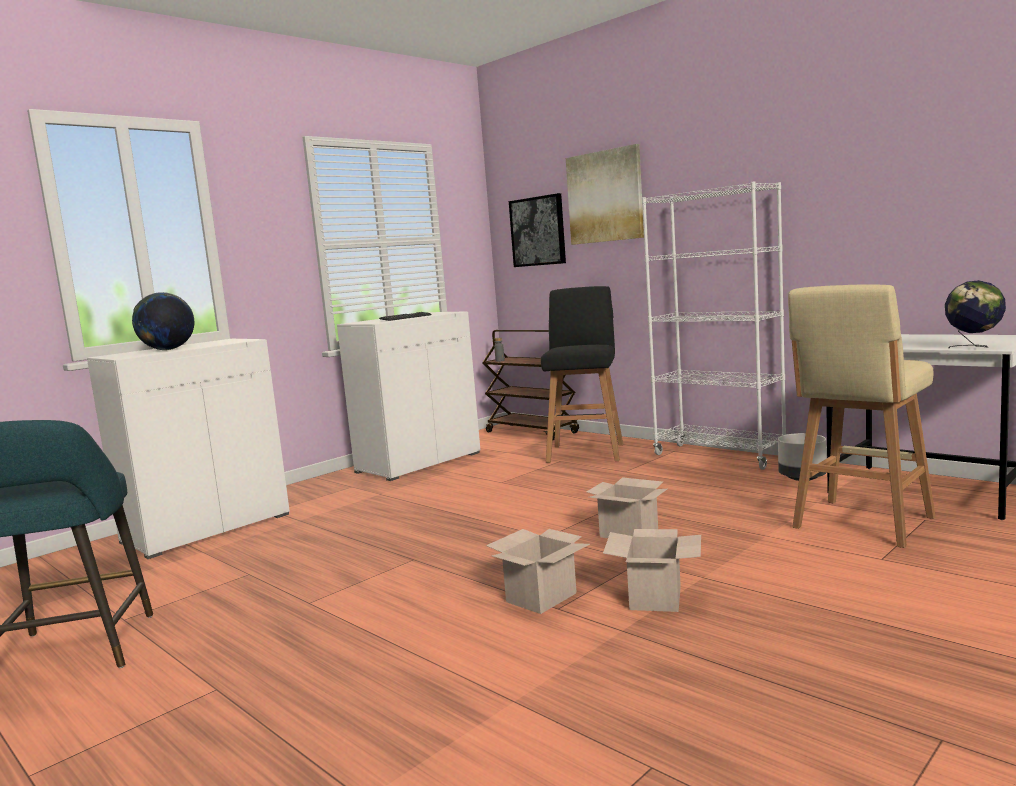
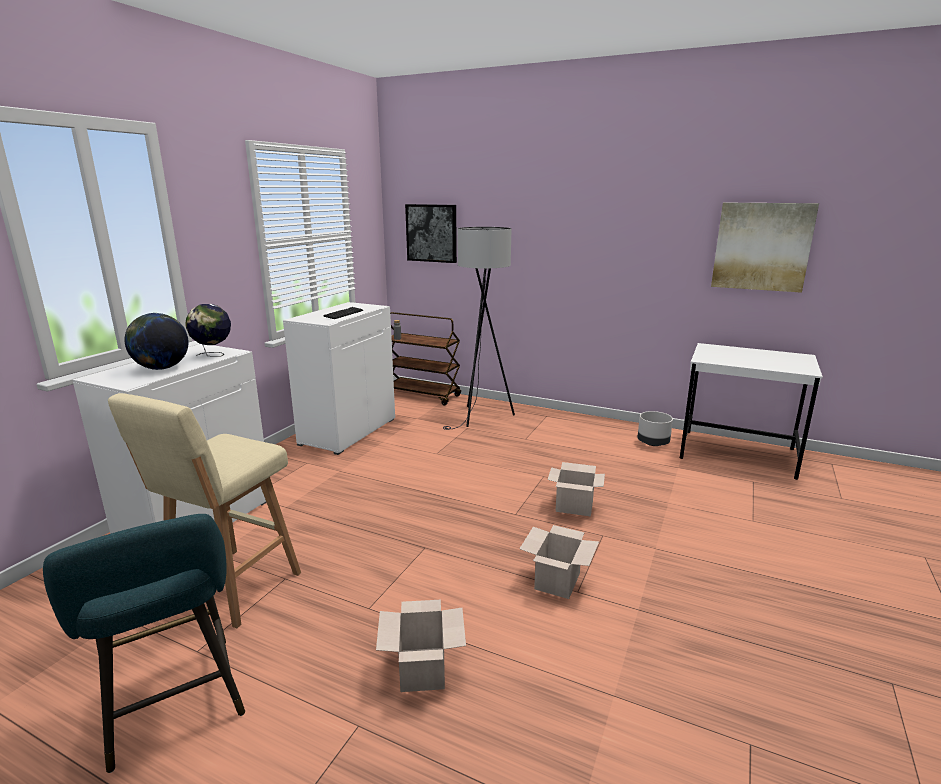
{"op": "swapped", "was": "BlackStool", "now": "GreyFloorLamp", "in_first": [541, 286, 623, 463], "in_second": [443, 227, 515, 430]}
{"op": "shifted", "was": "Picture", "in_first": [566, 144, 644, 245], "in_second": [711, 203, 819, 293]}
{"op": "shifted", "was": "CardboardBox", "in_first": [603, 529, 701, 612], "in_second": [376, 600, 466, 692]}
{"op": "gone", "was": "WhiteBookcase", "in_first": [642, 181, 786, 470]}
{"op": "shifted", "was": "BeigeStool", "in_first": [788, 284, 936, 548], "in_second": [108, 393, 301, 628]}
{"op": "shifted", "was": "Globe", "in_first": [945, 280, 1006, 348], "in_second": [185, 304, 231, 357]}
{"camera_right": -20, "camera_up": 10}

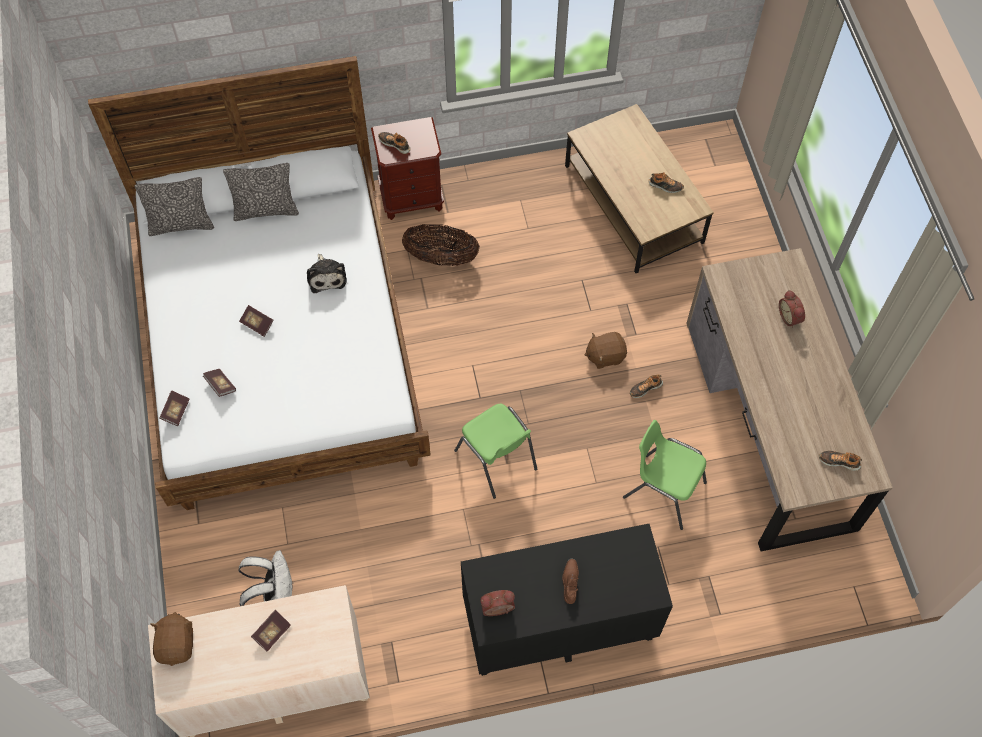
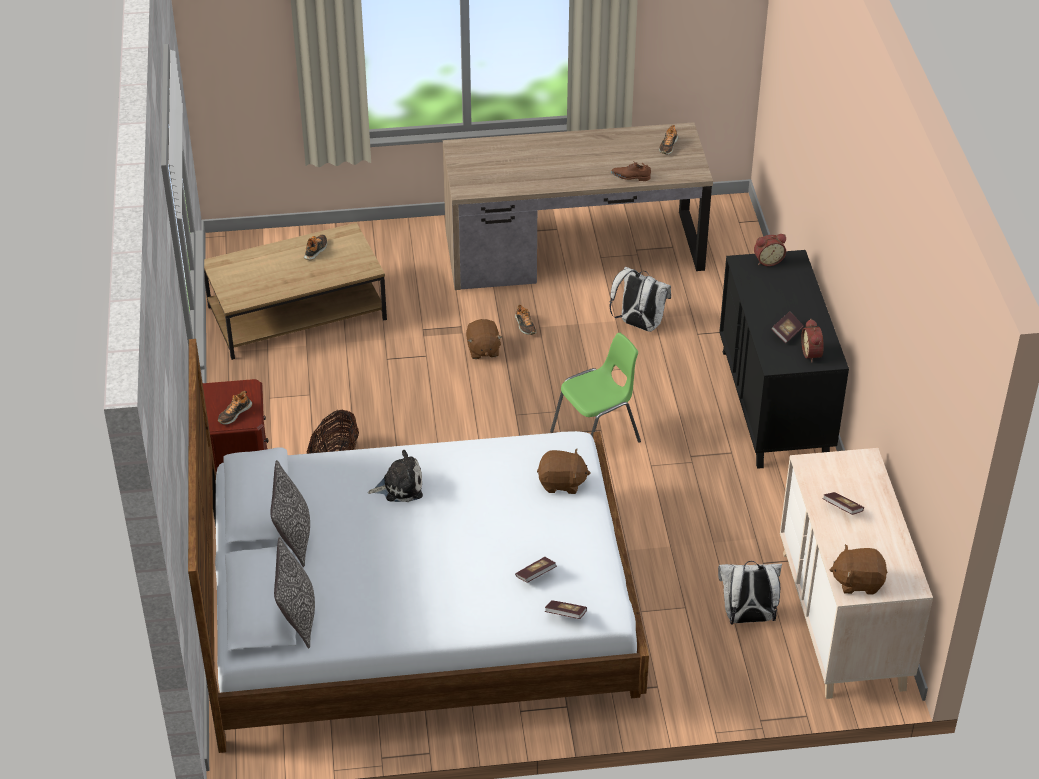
{"op": "shifted", "was": "Book", "in_first": [239, 305, 274, 337], "in_second": [771, 311, 804, 343]}
{"op": "shifted", "was": "BrownShoe", "in_first": [562, 559, 579, 604], "in_second": [611, 161, 651, 181]}
{"op": "swapped", "was": "GreenChair", "now": "WhiteBackpack", "in_first": [623, 420, 707, 530], "in_second": [609, 267, 671, 332]}
{"op": "shifted", "was": "AlarmClock", "in_first": [779, 290, 805, 328], "in_second": [754, 234, 786, 266]}
{"op": "new", "now": "BrownPlushToy", "in_second": [537, 449, 590, 494]}
{"camera_right": -85, "camera_up": -20}

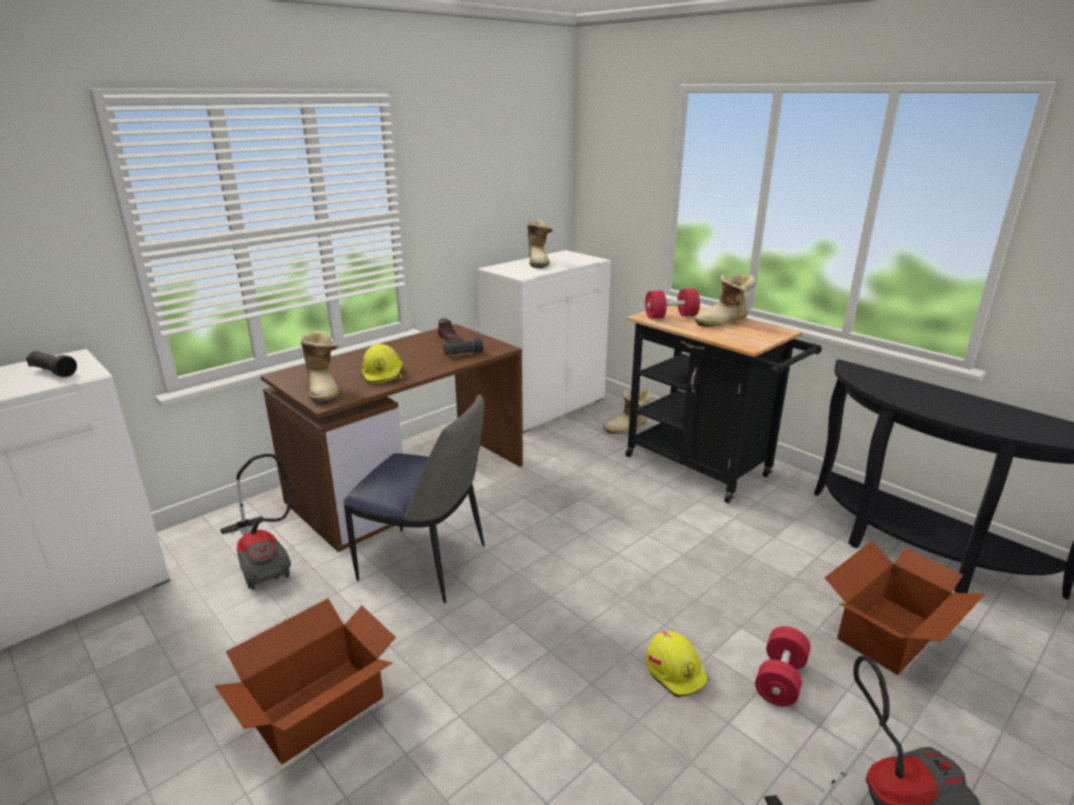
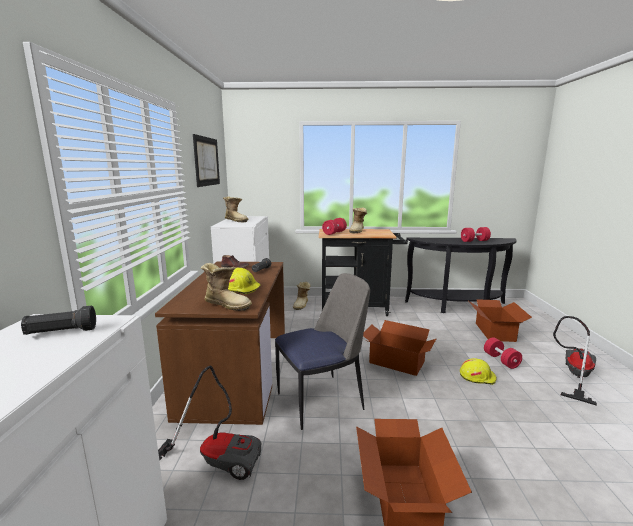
{"op": "new", "now": "Picture", "in_second": [193, 134, 220, 187]}
{"op": "new", "now": "CardboardBox", "in_second": [363, 320, 436, 376]}
{"op": "new", "now": "RedDumbbell", "in_second": [461, 227, 491, 242]}
{"camera_right": -45, "camera_up": -10}

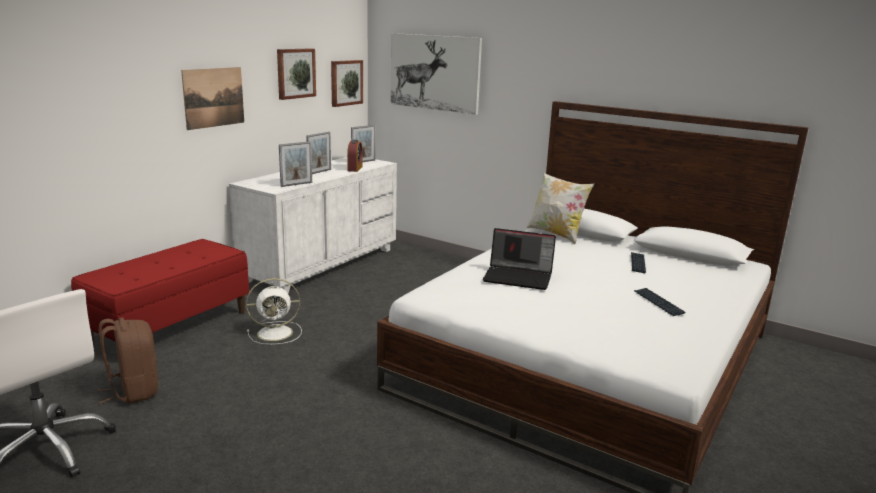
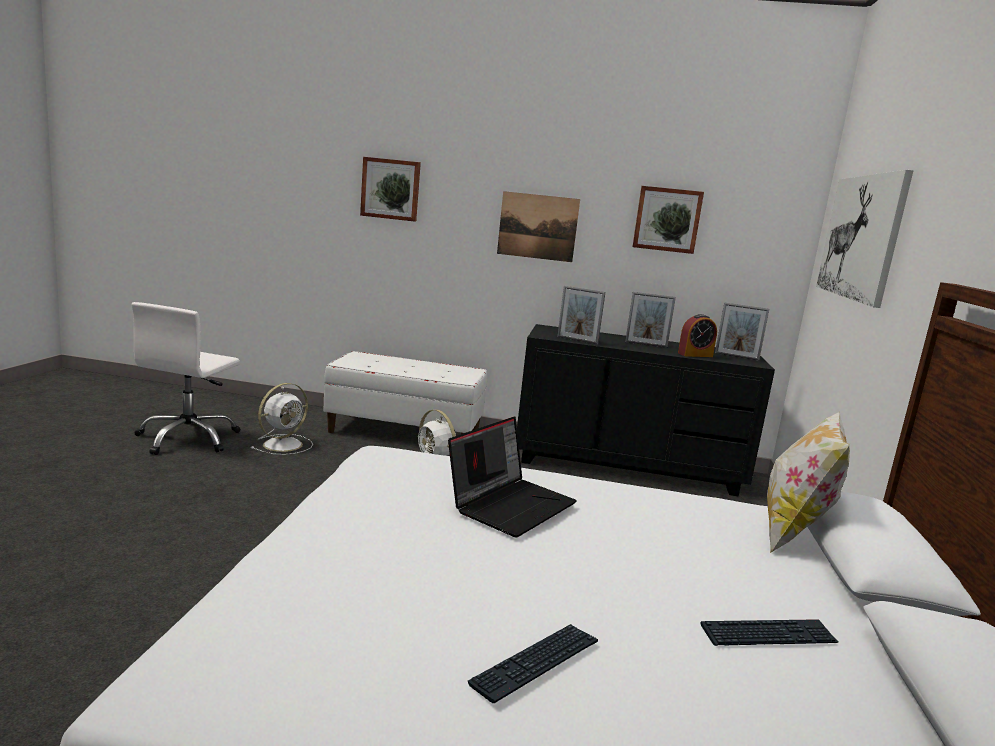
{"op": "repainted", "was": "RedBench", "now": "WhiteBench", "in_first": [71, 239, 249, 345], "in_second": [324, 351, 487, 434]}
{"op": "swapped", "was": "BrownBackpack", "now": "WhiteFan", "in_first": [97, 318, 158, 404], "in_second": [251, 383, 313, 455]}
{"op": "repainted", "was": "WhiteDresser", "now": "BlackDresser", "in_first": [229, 157, 397, 294], "in_second": [517, 324, 775, 497]}
{"op": "shifted", "was": "Picture", "in_first": [331, 60, 363, 107], "in_second": [360, 157, 421, 222]}
{"op": "rotated", "was": "Laptop", "in_first": [483, 228, 556, 290], "in_second": [448, 416, 577, 538], "clockwise": -135}
{"camera_right": 65, "camera_up": -5}

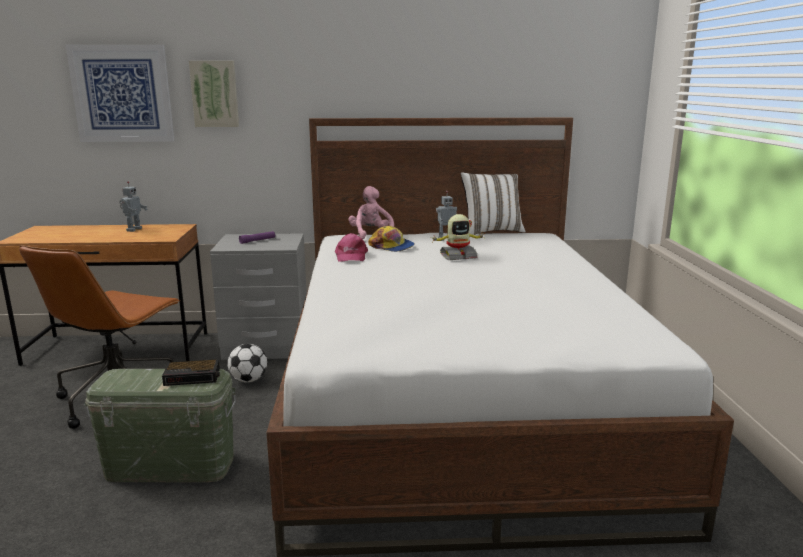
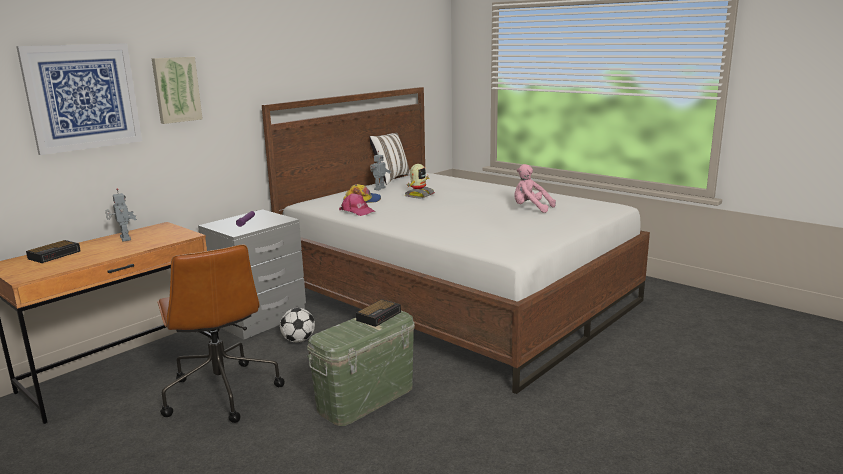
{"op": "shifted", "was": "PinkPlushToy", "in_first": [349, 186, 394, 239], "in_second": [514, 164, 556, 213]}
{"op": "new", "now": "AlarmClock", "in_second": [26, 240, 81, 263]}
{"camera_right": -45, "camera_up": 0}

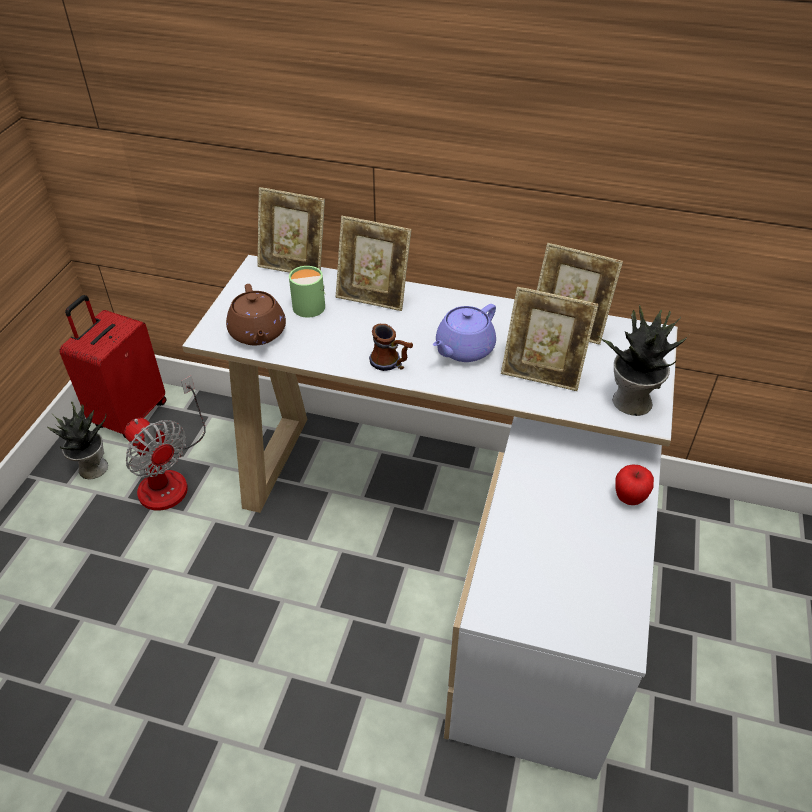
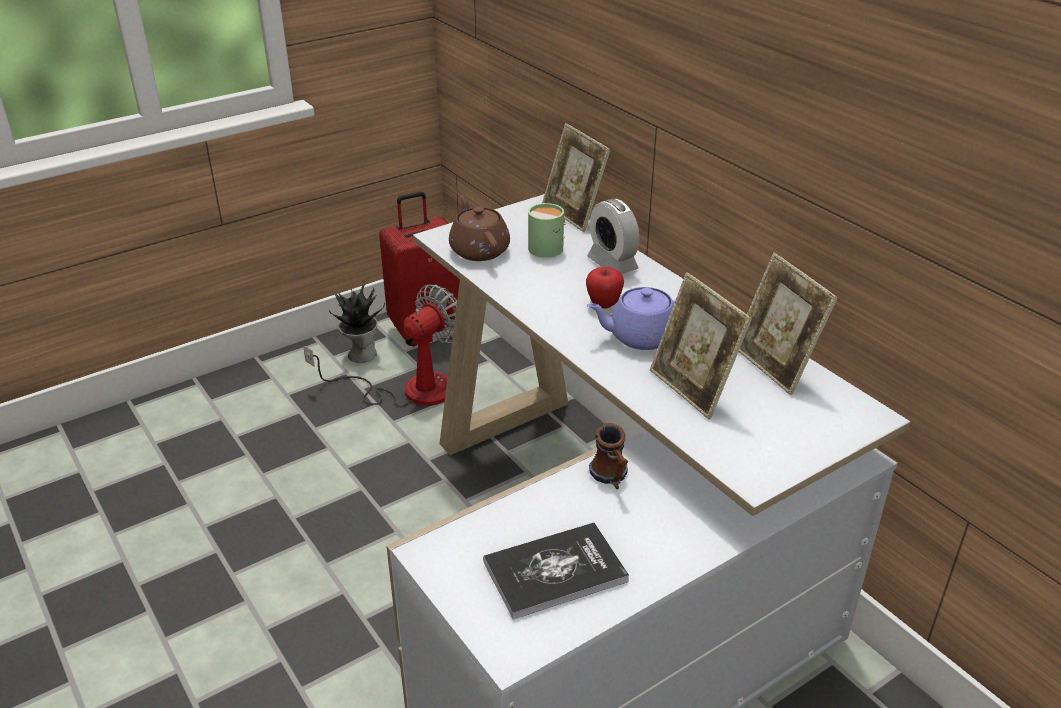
{"op": "rotated", "was": "Fan", "in_first": [124, 375, 206, 511], "in_second": [303, 284, 457, 407], "clockwise": -135}
{"op": "rotated", "was": "BrownTeapot", "in_first": [226, 284, 286, 345], "in_second": [449, 196, 510, 261], "clockwise": 135}
{"op": "swapped", "was": "PictureFrame", "now": "AlarmClock", "in_first": [336, 216, 412, 311], "in_second": [587, 199, 640, 274]}
{"op": "shifted", "was": "Mug", "in_first": [369, 324, 413, 371], "in_second": [589, 423, 628, 489]}
{"op": "gone", "was": "PottedPlant", "in_first": [599, 305, 688, 416]}
{"op": "shifted", "was": "Apple", "in_first": [615, 464, 654, 505], "in_second": [586, 267, 624, 308]}
{"op": "new", "now": "Book", "in_second": [483, 523, 629, 619]}
{"camera_right": 40, "camera_up": -10}

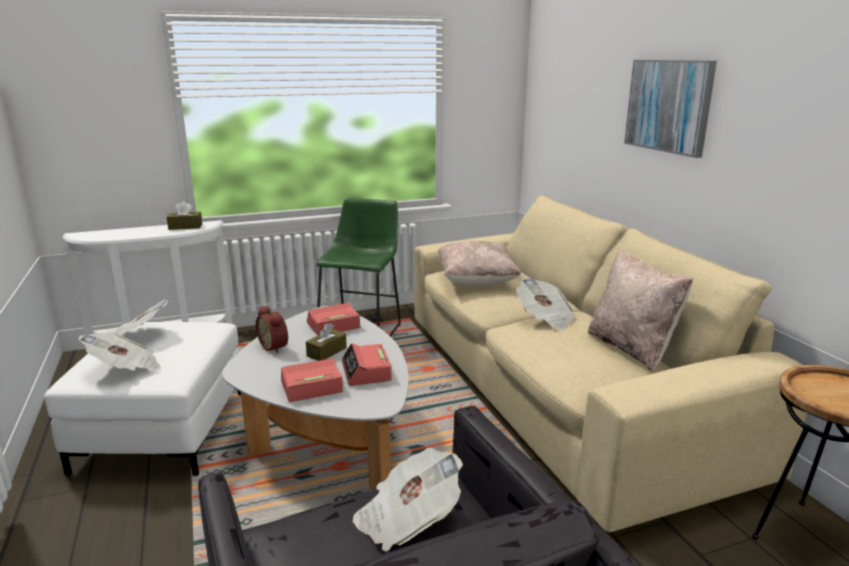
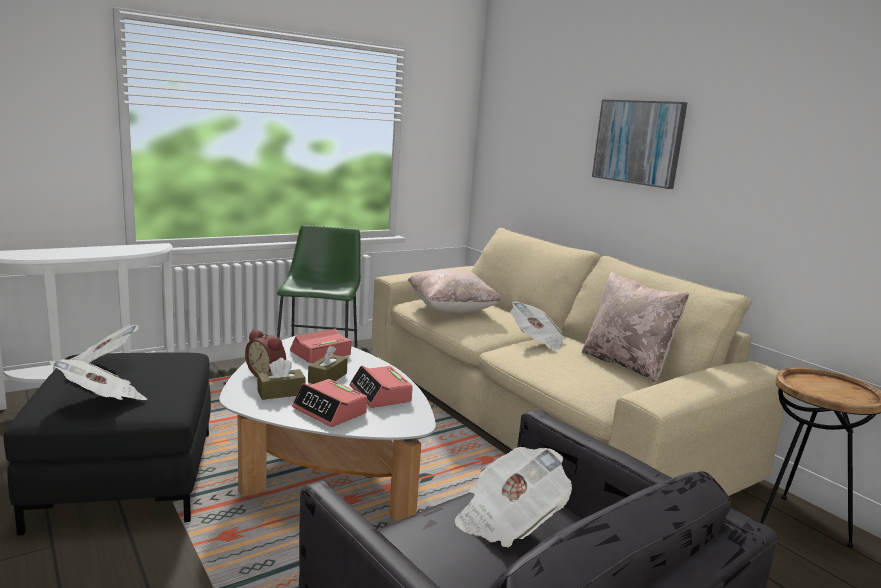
{"op": "repainted", "was": "WhiteOttoman", "now": "BlackOttoman", "in_first": [44, 322, 241, 476], "in_second": [4, 352, 211, 535]}
{"op": "shifted", "was": "BrownTissueBox", "in_first": [167, 201, 202, 230], "in_second": [257, 358, 305, 400]}
{"op": "rotated", "was": "AlarmClock", "in_first": [281, 358, 343, 402], "in_second": [292, 379, 367, 427], "clockwise": -105}
{"camera_right": -15, "camera_up": -5}

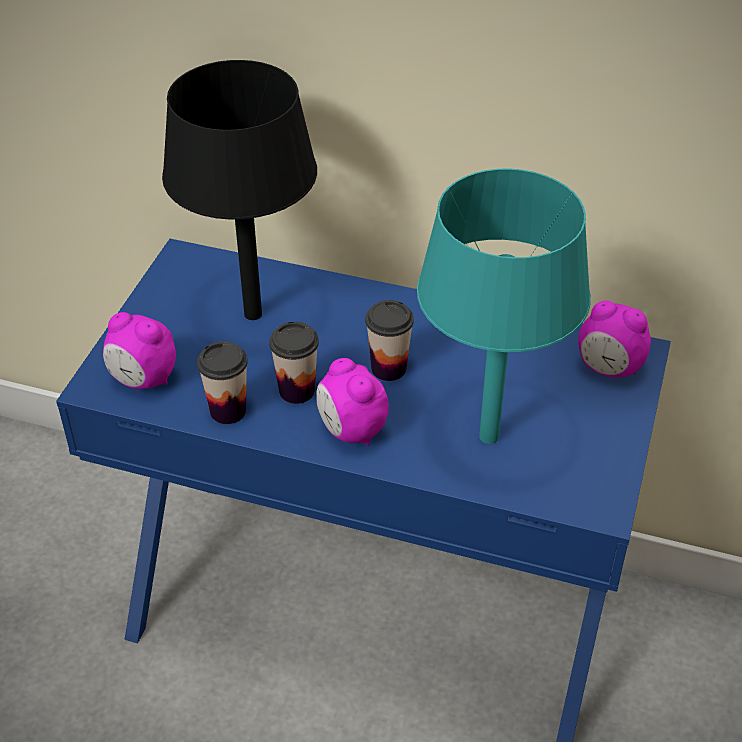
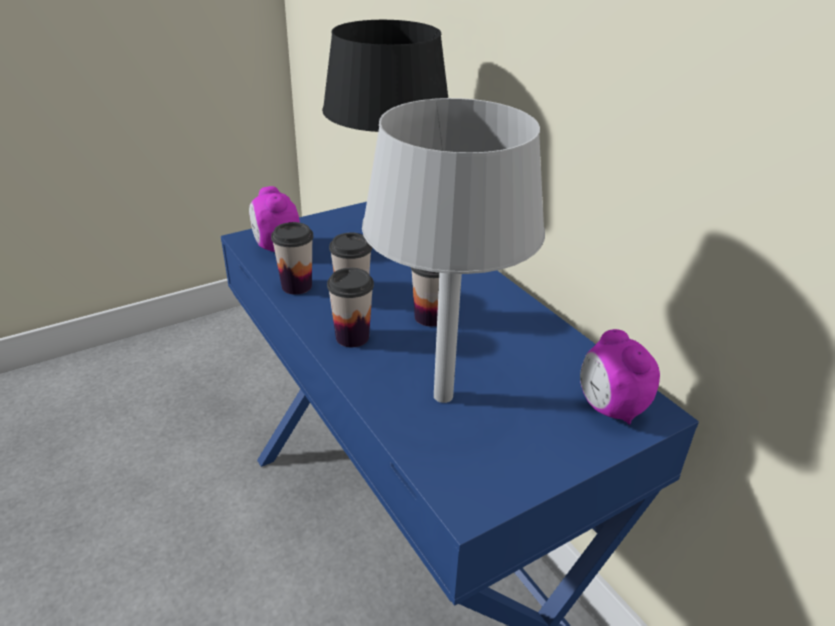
{"op": "swapped", "was": "AlarmClock", "now": "Cup", "in_first": [316, 358, 389, 446], "in_second": [327, 268, 374, 347]}
{"op": "repainted", "was": "TurquoiseTableLamp", "now": "GreyTableLamp", "in_first": [417, 169, 591, 444], "in_second": [362, 98, 545, 403]}
{"camera_right": 40, "camera_up": -10}

